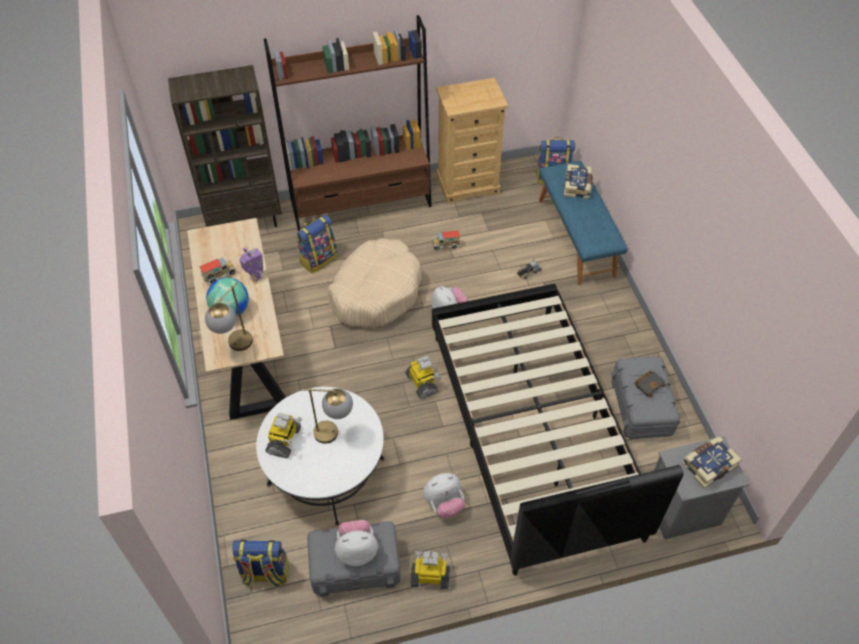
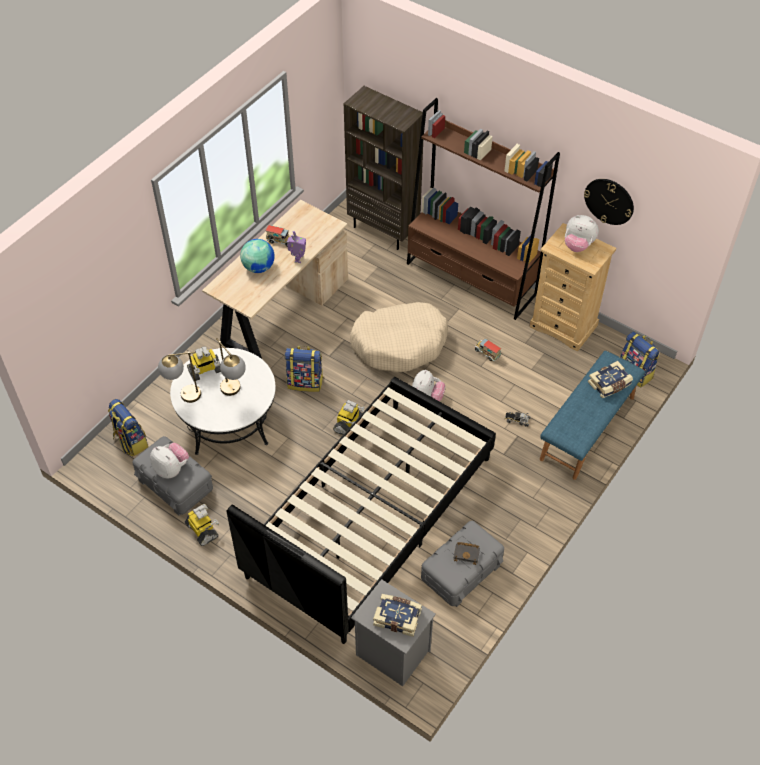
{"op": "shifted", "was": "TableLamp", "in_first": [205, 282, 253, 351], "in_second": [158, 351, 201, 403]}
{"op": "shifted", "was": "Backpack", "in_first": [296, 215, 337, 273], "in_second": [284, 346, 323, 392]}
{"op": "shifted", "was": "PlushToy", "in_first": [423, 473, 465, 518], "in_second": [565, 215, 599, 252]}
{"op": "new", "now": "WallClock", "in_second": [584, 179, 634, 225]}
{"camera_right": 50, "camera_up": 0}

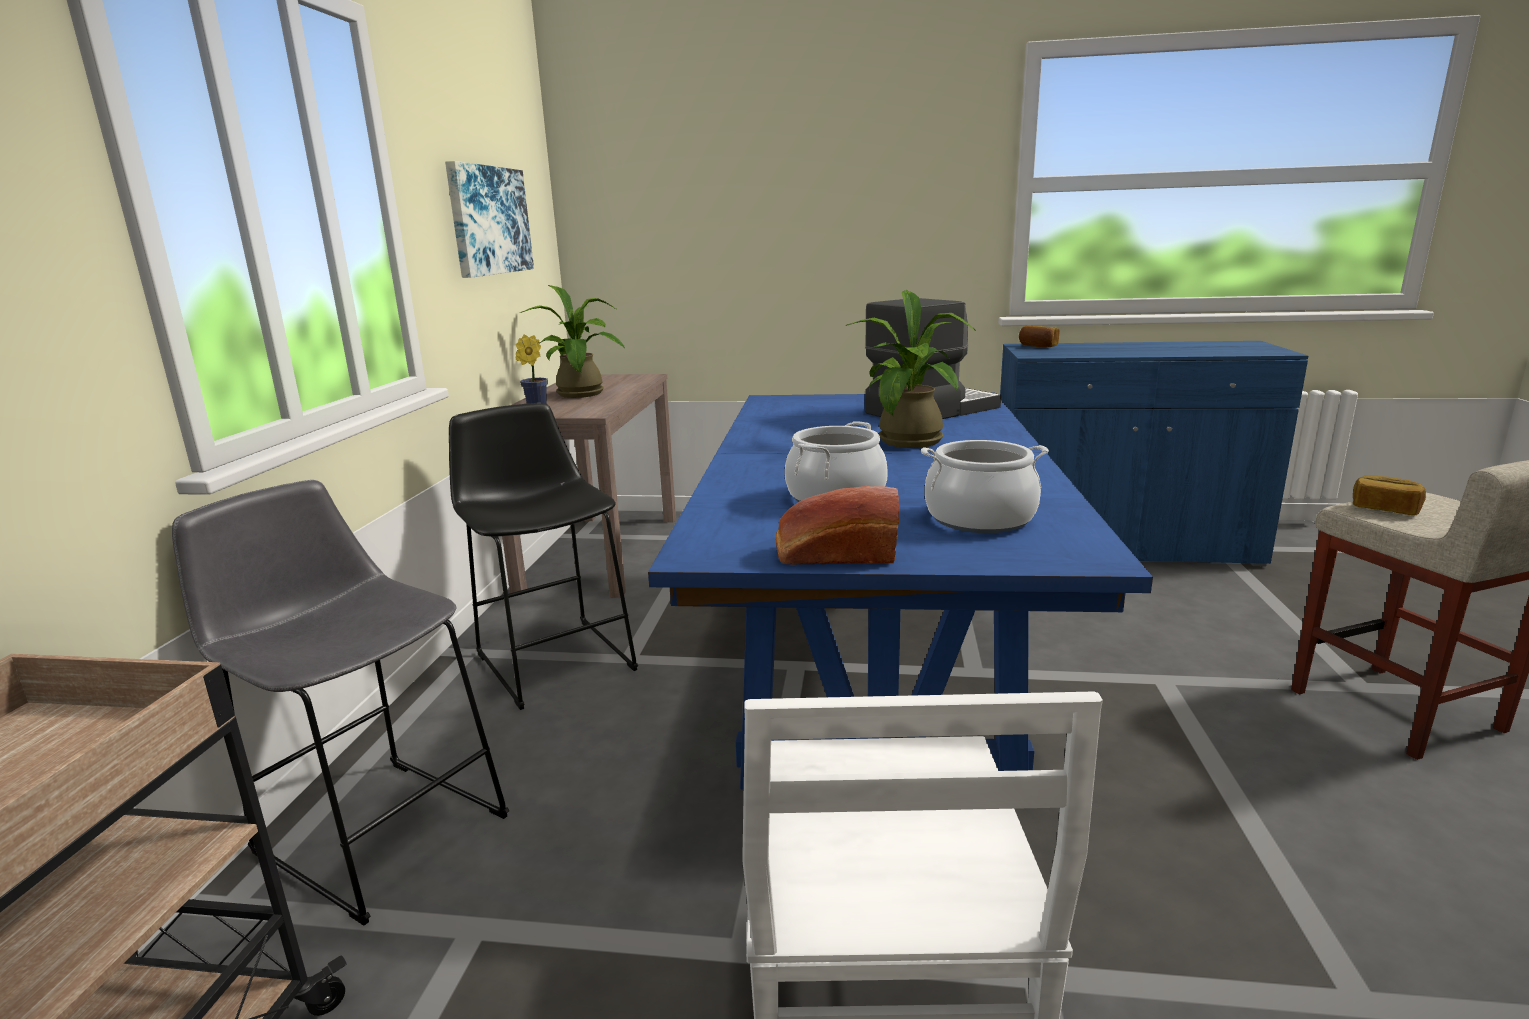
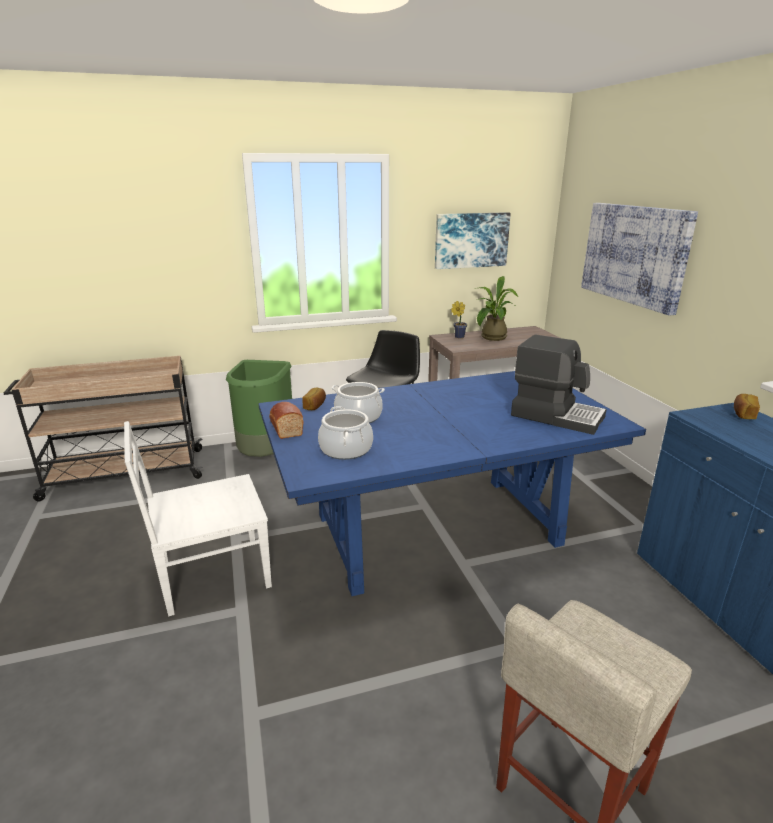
{"op": "swapped", "was": "GreyStool", "now": "GreenTrashCan", "in_first": [172, 480, 509, 926], "in_second": [226, 360, 292, 457]}
{"op": "gone", "was": "PottedPlant", "in_first": [845, 290, 977, 448]}
{"op": "shifted", "was": "Bread", "in_first": [1353, 476, 1426, 515], "in_second": [302, 388, 326, 410]}
{"op": "new", "now": "Picture", "in_second": [581, 203, 698, 316]}
{"camera_right": 65, "camera_up": 5}

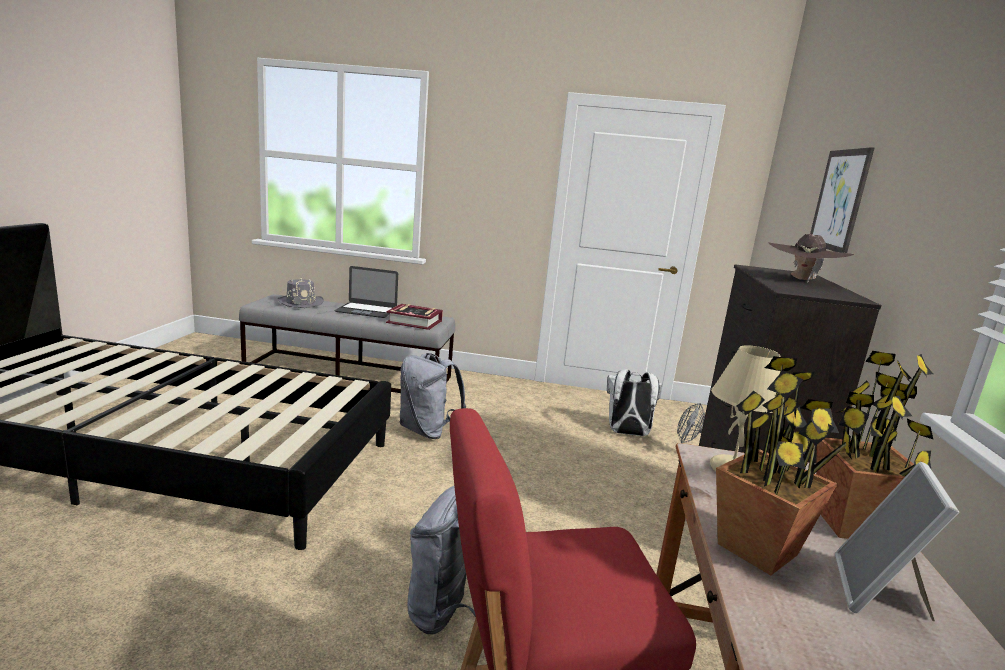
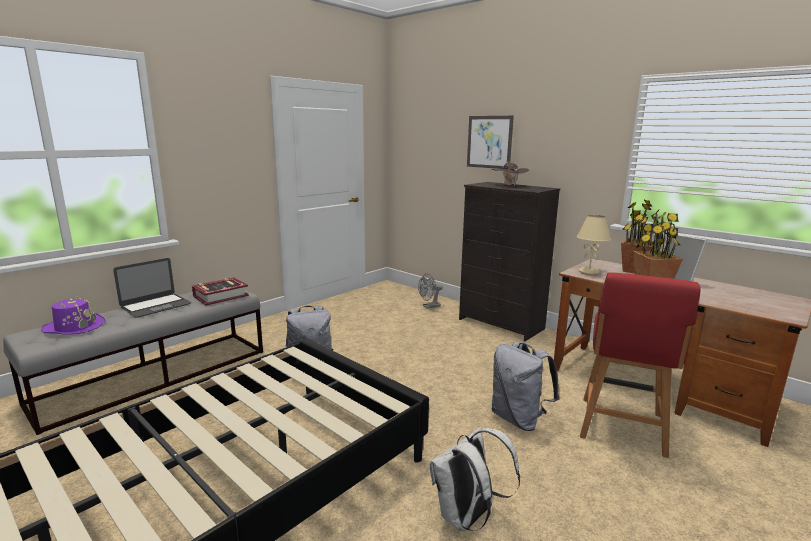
{"op": "repainted", "was": "GreyHat", "now": "PurpleHat", "in_first": [278, 278, 324, 308], "in_second": [41, 297, 105, 335]}
{"op": "shifted", "was": "WhiteBackpack", "in_first": [607, 369, 662, 436], "in_second": [430, 427, 520, 531]}
{"camera_right": -55, "camera_up": 0}

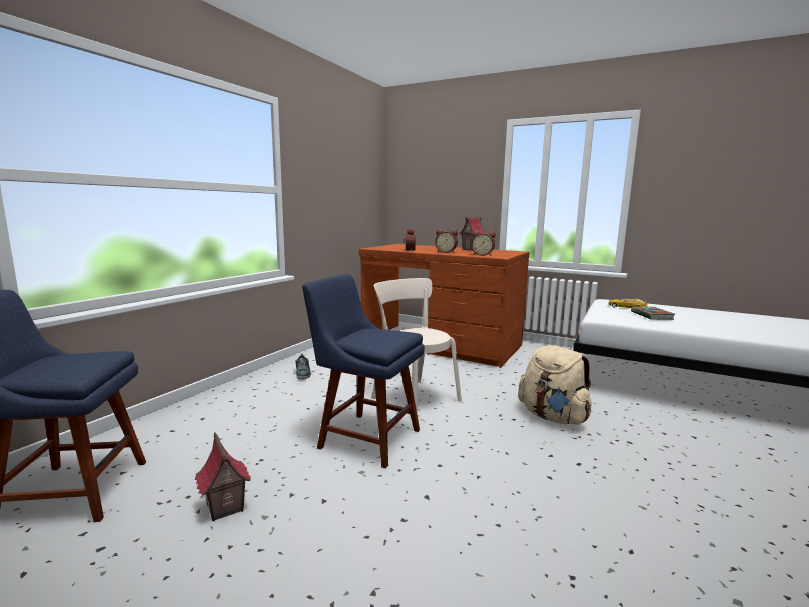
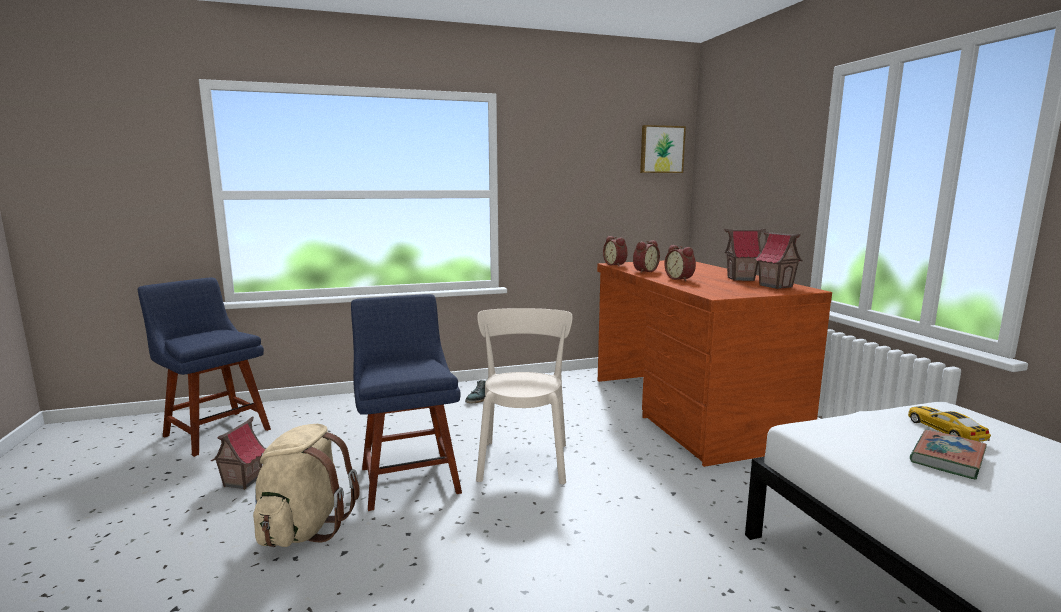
{"op": "shifted", "was": "AlarmClock", "in_first": [471, 231, 495, 256], "in_second": [603, 236, 628, 266]}
{"op": "shifted", "was": "BeigeBackpack", "in_first": [518, 345, 592, 425], "in_second": [253, 424, 360, 547]}
{"op": "new", "now": "Picture", "in_second": [640, 125, 686, 173]}
{"op": "new", "now": "ToyHouse", "in_second": [755, 231, 803, 289]}
{"camera_right": 45, "camera_up": 0}

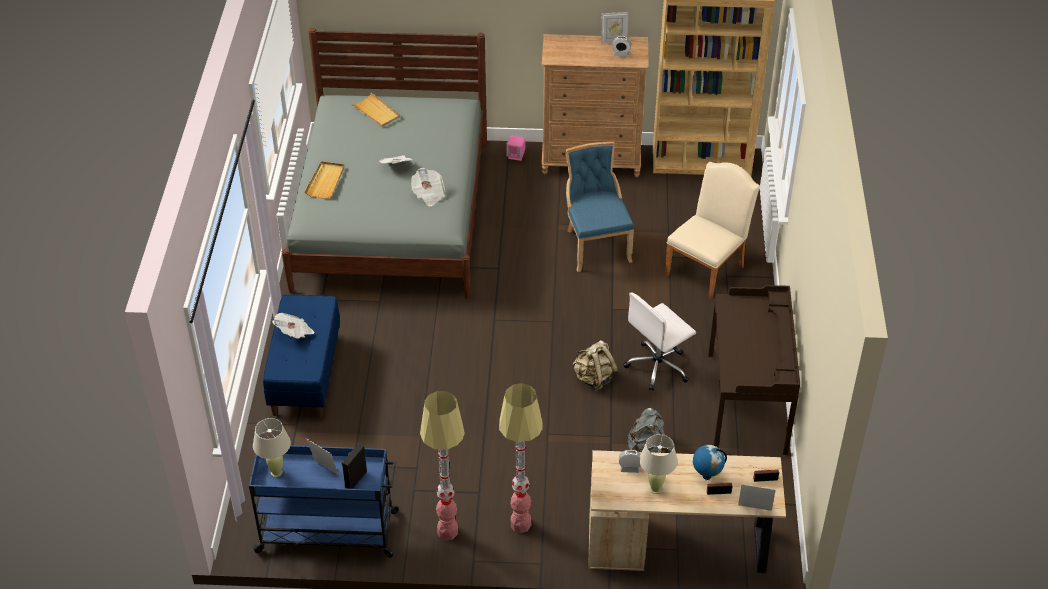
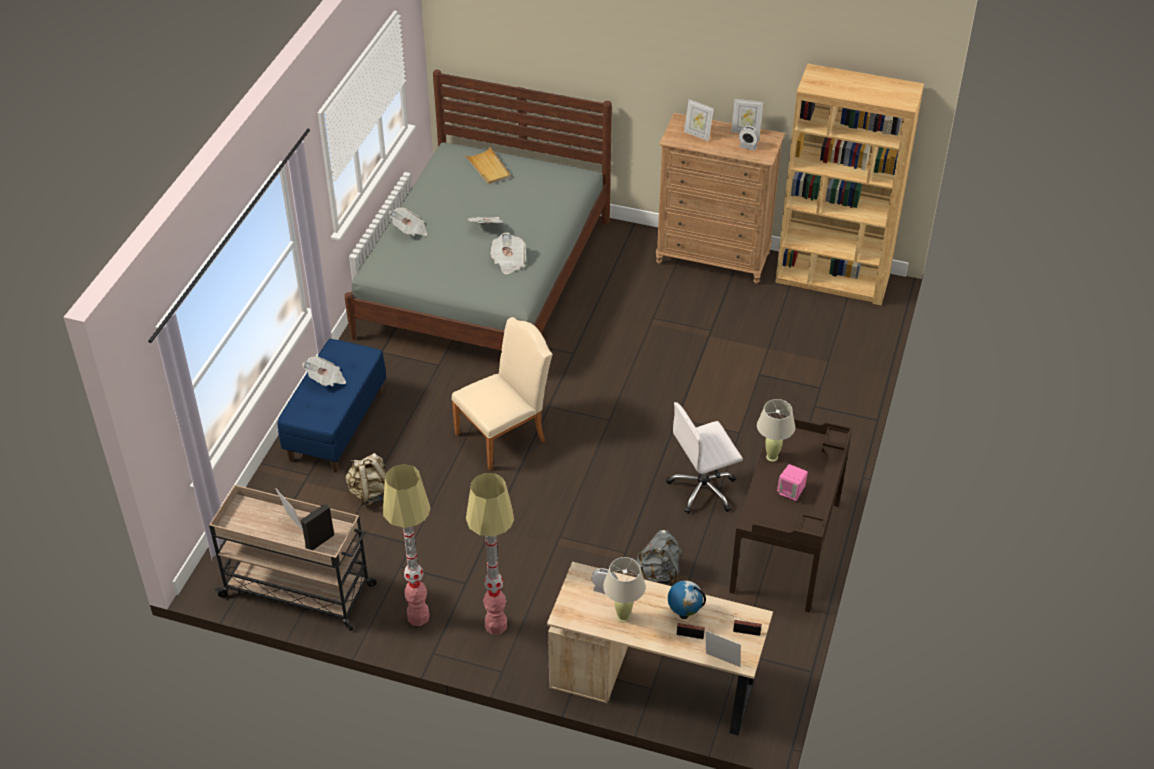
{"op": "repainted", "was": "BlueCart", "now": "BeigeCart", "in_first": [249, 445, 399, 558], "in_second": [209, 485, 377, 631]}
{"op": "shifted", "was": "BeigeTableLamp", "in_first": [253, 418, 291, 477], "in_second": [757, 399, 795, 462]}
{"op": "swapped", "was": "BeigeTray", "now": "Newspaper", "in_first": [304, 161, 344, 199], "in_second": [389, 207, 427, 236]}
{"op": "shifted", "was": "PinkSpeaker", "in_first": [506, 135, 526, 161], "in_second": [777, 464, 808, 501]}
{"op": "gone", "was": "BlueChair", "in_first": [565, 142, 634, 272]}
{"op": "shifted", "was": "BeigeBackpack", "in_first": [572, 340, 619, 391], "in_second": [346, 453, 387, 506]}
{"op": "shifted", "was": "BeigeChair", "in_first": [665, 162, 760, 299], "in_second": [452, 317, 553, 470]}
{"op": "new", "now": "PictureFrame", "in_second": [684, 99, 714, 141]}
{"camera_right": 15, "camera_up": 0}

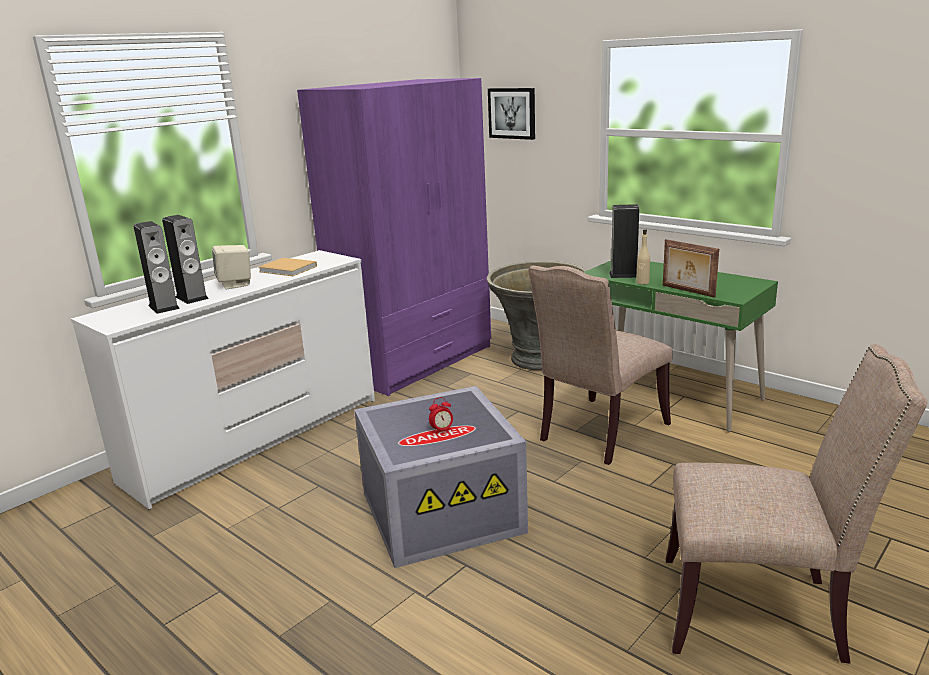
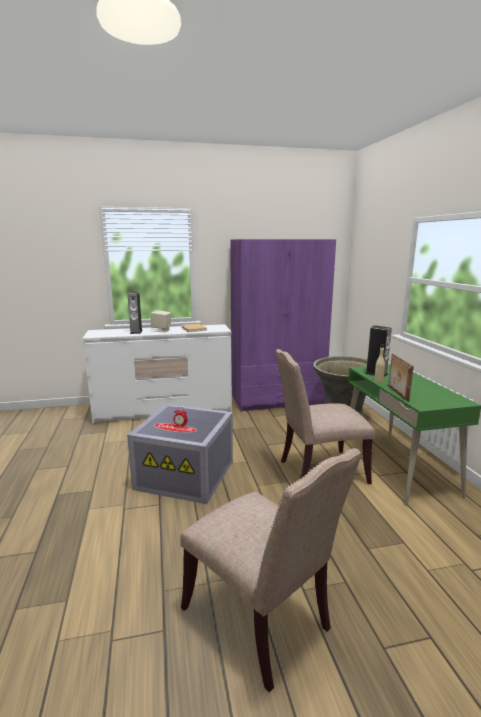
{"op": "gone", "was": "Speaker", "in_first": [134, 221, 180, 314]}
{"op": "gone", "was": "Picture", "in_first": [488, 88, 535, 140]}
{"camera_right": 35, "camera_up": -5}

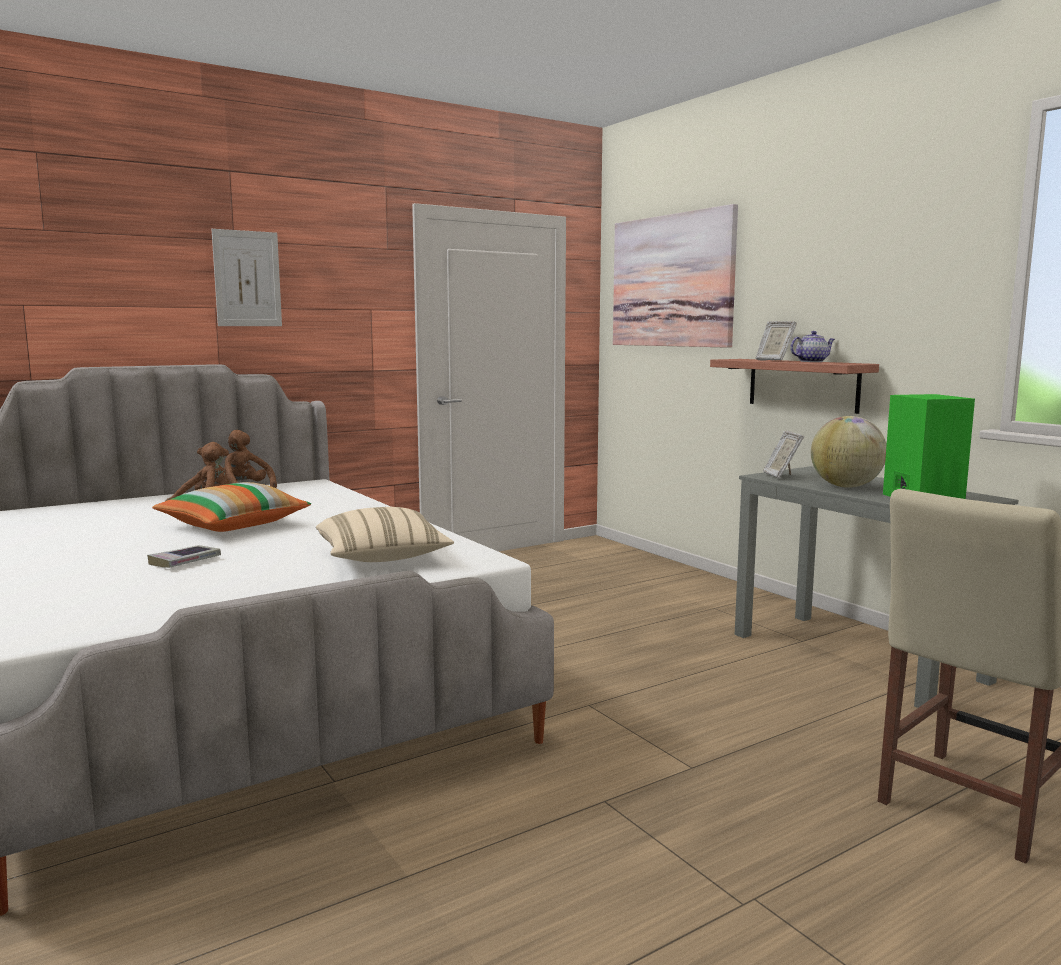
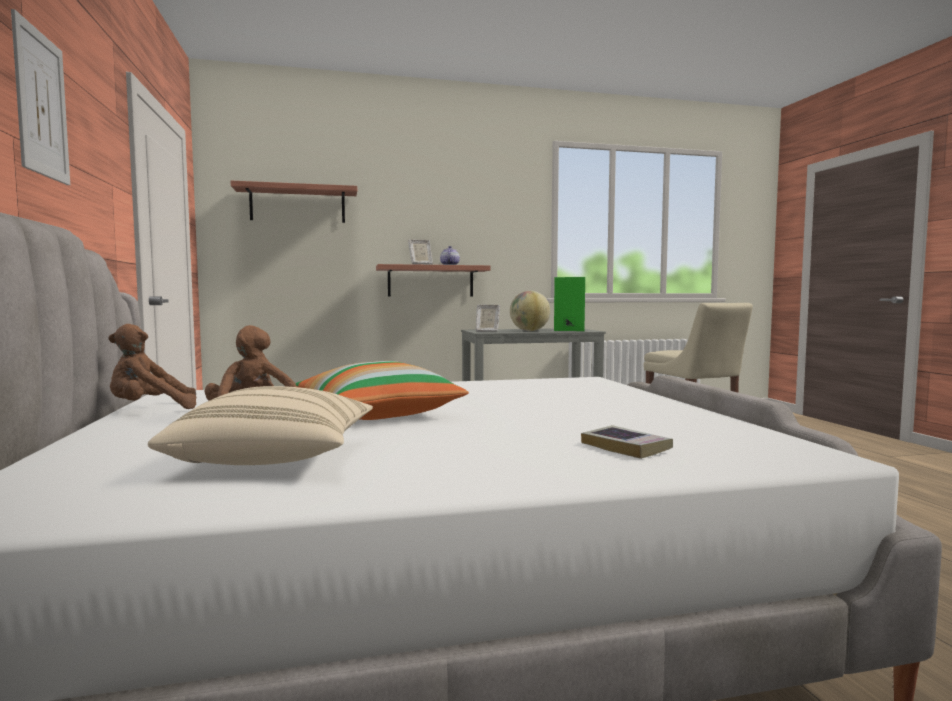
{"op": "shifted", "was": "Book", "in_first": [147, 545, 221, 568], "in_second": [581, 425, 673, 459]}
{"op": "shifted", "was": "BeigePillow", "in_first": [316, 507, 454, 562], "in_second": [148, 386, 373, 465]}
{"op": "swapped", "was": "Picture", "now": "Shelf", "in_first": [613, 204, 738, 348], "in_second": [231, 181, 357, 223]}
{"camera_right": -70, "camera_up": -5}

